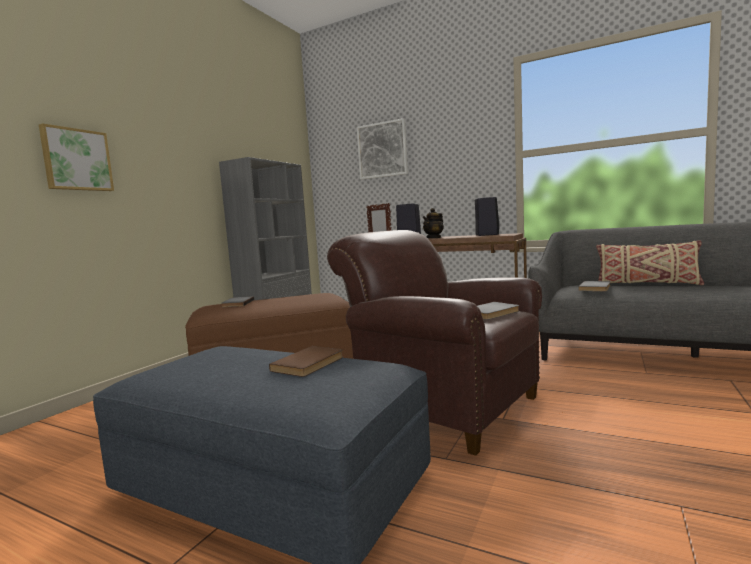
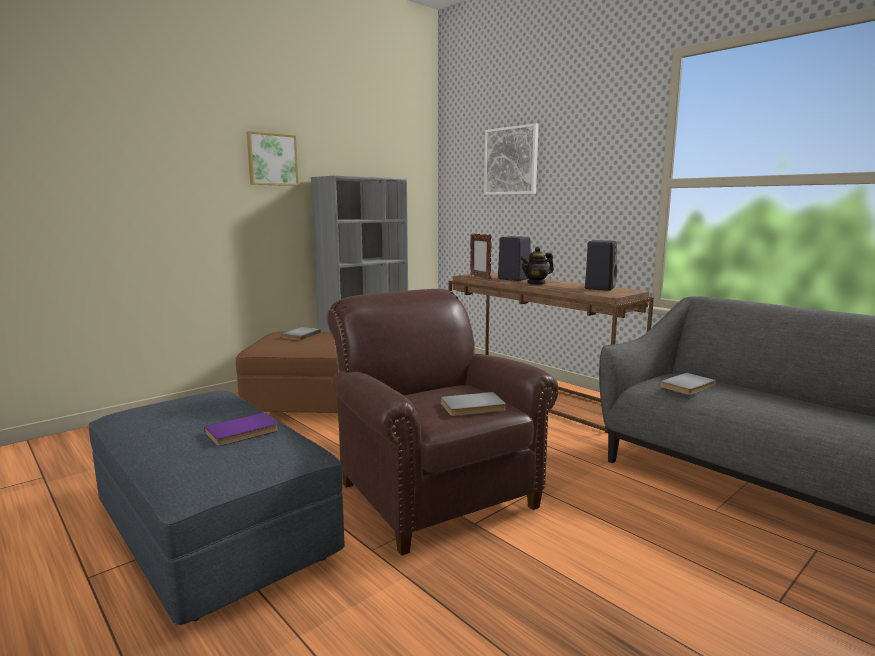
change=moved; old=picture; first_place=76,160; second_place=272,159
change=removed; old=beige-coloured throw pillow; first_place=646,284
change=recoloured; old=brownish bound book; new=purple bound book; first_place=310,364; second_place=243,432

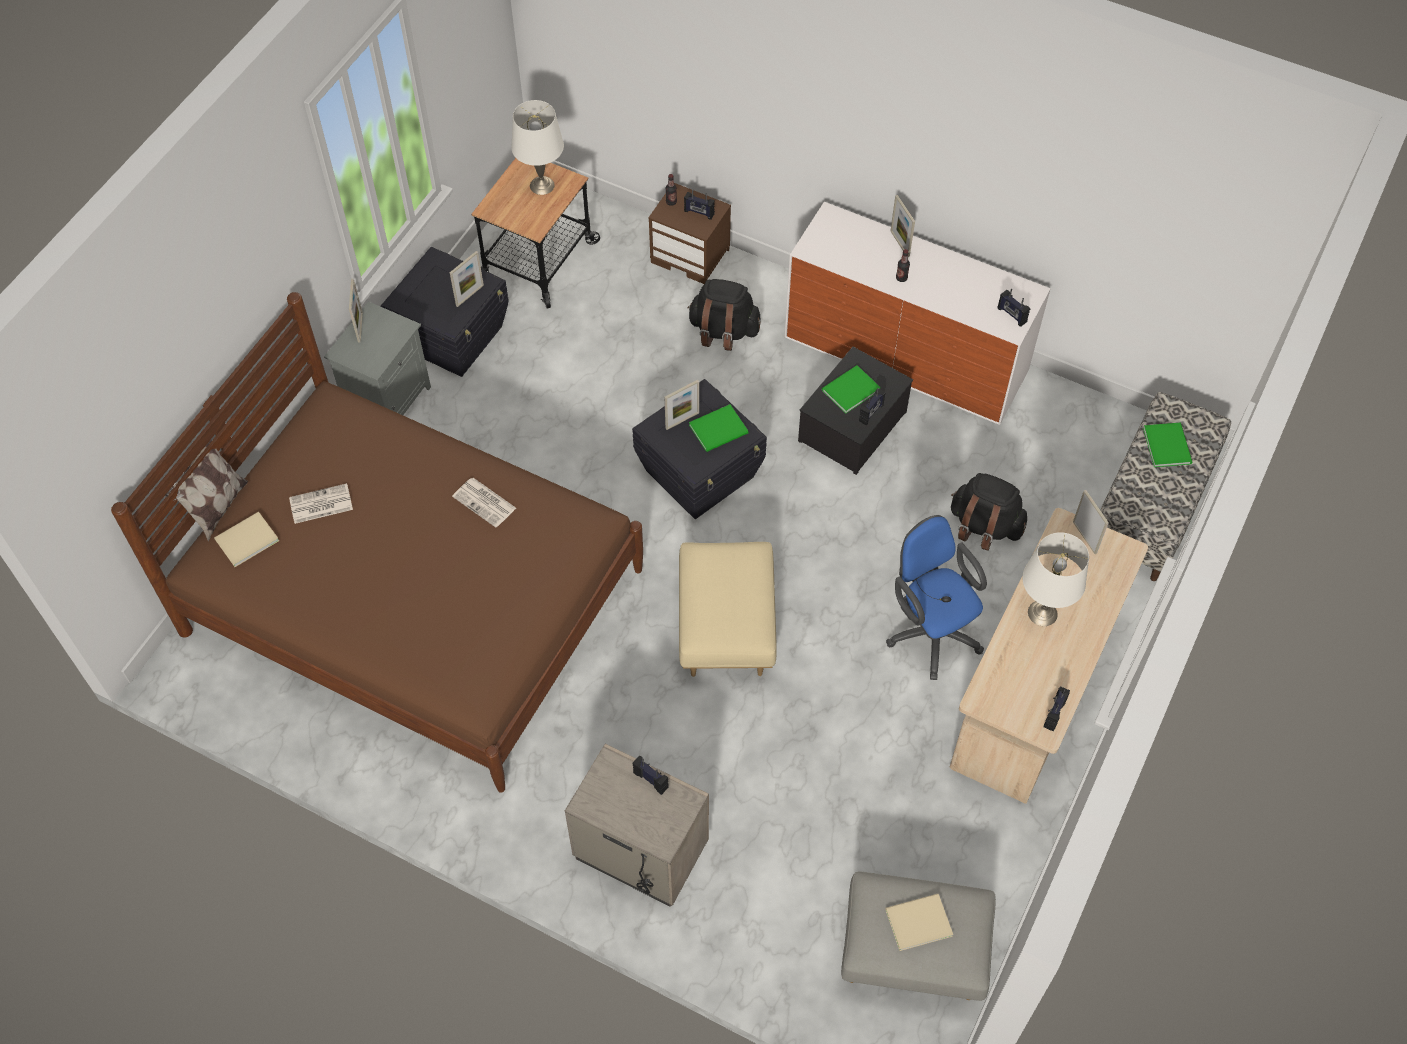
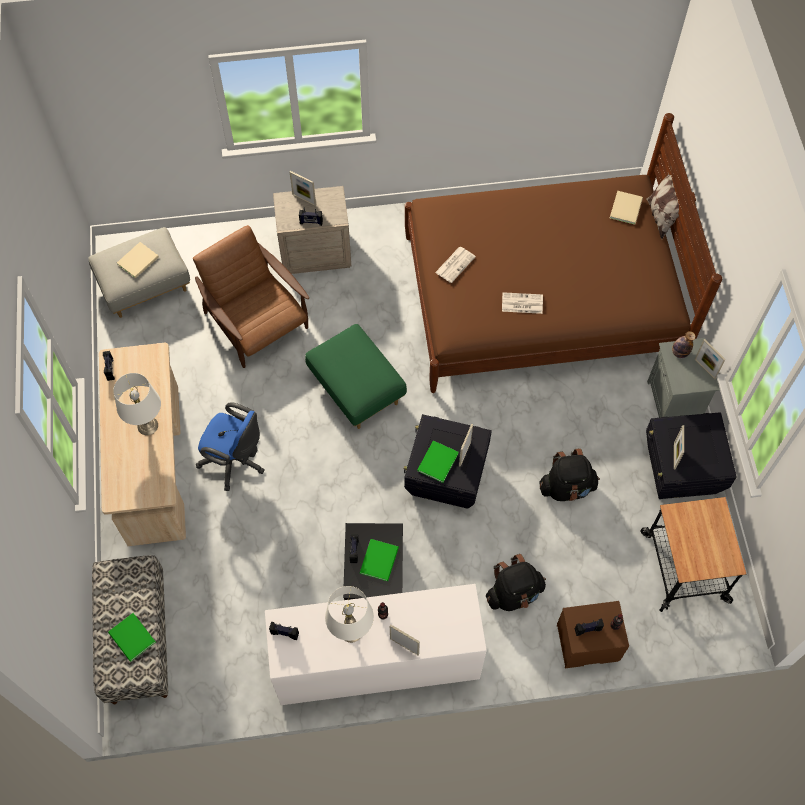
change=moved; old=white lamp for a table; first_place=541,185; second_place=351,631
change=moved; old=black-coloured knapsack; first_place=984,526; second_place=567,487
change=moved; old=daily paper; first_place=320,504; second_place=455,264
change=moved; old=photo frame; first_place=1084,537; second_place=304,200
change=recoloured; old=beige-coloured ottoman; new=green-coloured ottoman; first_place=727,628; second_place=356,390
change=added; new=brownish lounge chair; second_place=257,323
change=added; new=bottle; second_place=679,353

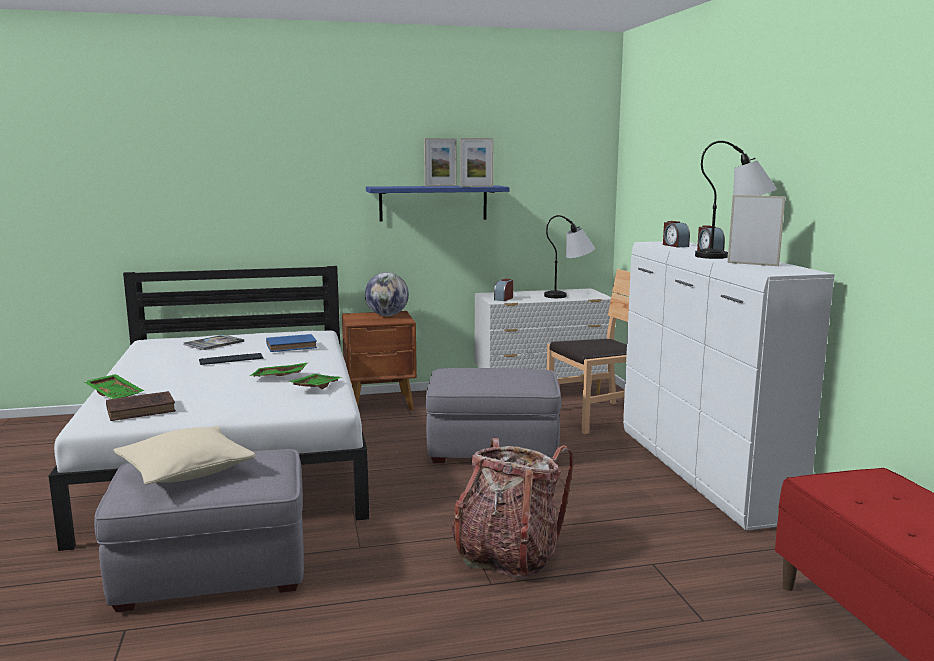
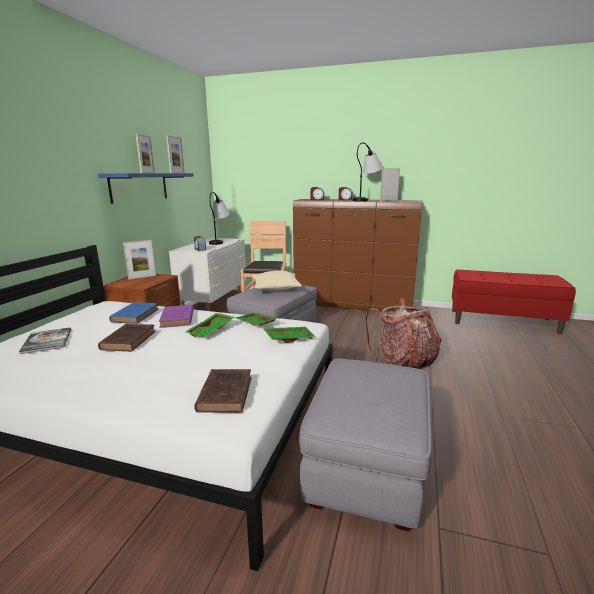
change=recoloured; old=white drawer chest; new=brownish drawer chest; first_place=700,474; second_place=353,306
change=replaced; old=globe; new=photo frame; first_place=387,315; second_place=142,277
change=replaced; old=keyboard; new=brownish bound book; first_place=231,360; second_place=129,340
change=moved; old=green-coloured tray; first_place=116,394; second_place=289,338
change=moved; old=beige-coloured throw pillow; first_place=186,471; second_place=276,288
change=added; new=purple bound book; second_place=177,319

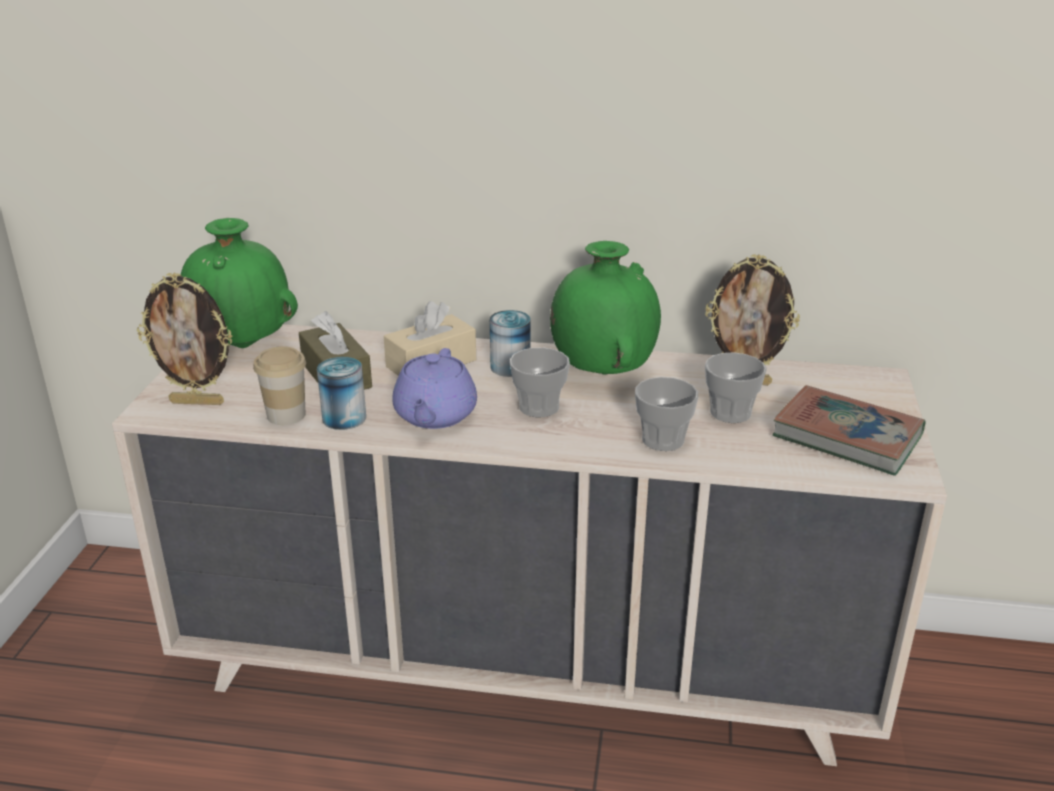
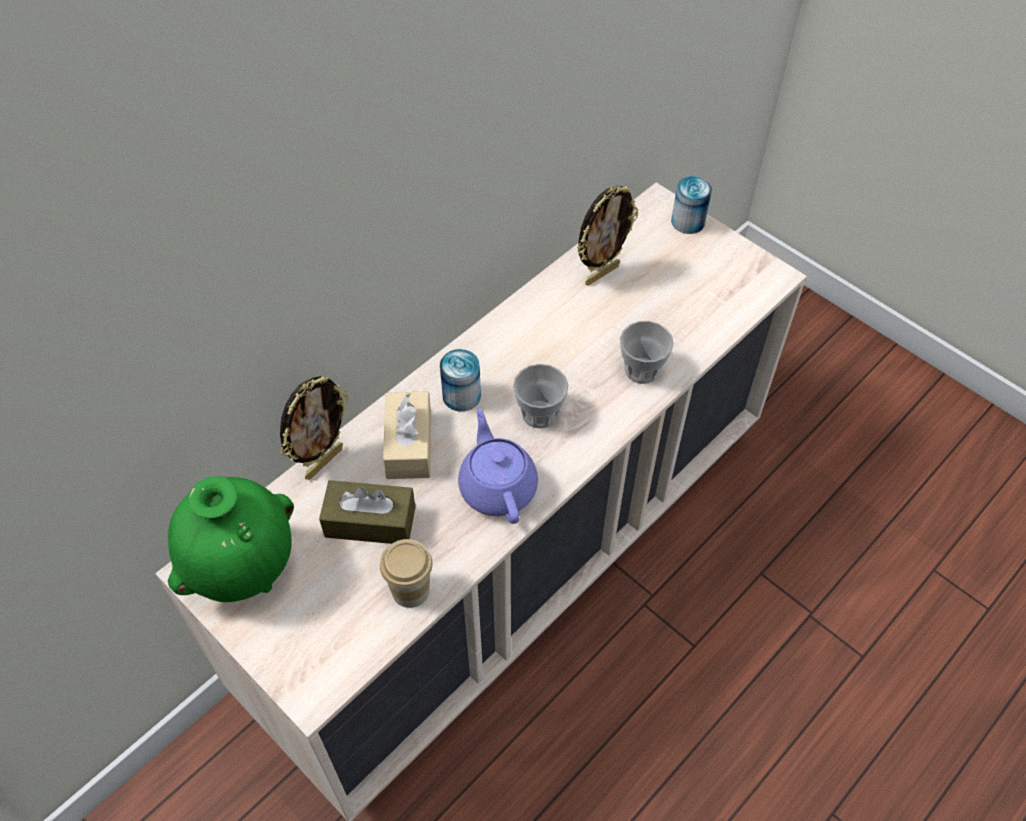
change=removed; old=green-coloured vase; first_place=602,373
change=moved; old=photo frame; first_place=198,402; second_place=323,462
change=turned; old=purple teapot; first_place=434,415; second_place=497,486; degrees=-150
change=removed; old=cup; first_place=730,413
change=moved; old=sealed can; first_place=344,418; second_place=688,221
change=removed; old=bound book; first_place=847,437

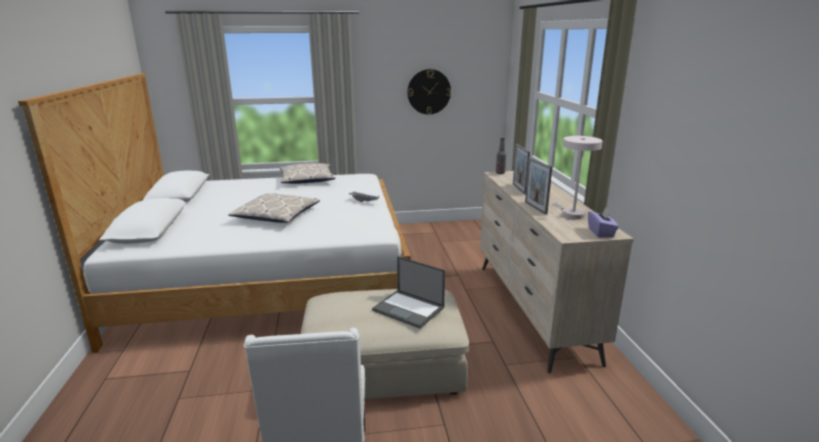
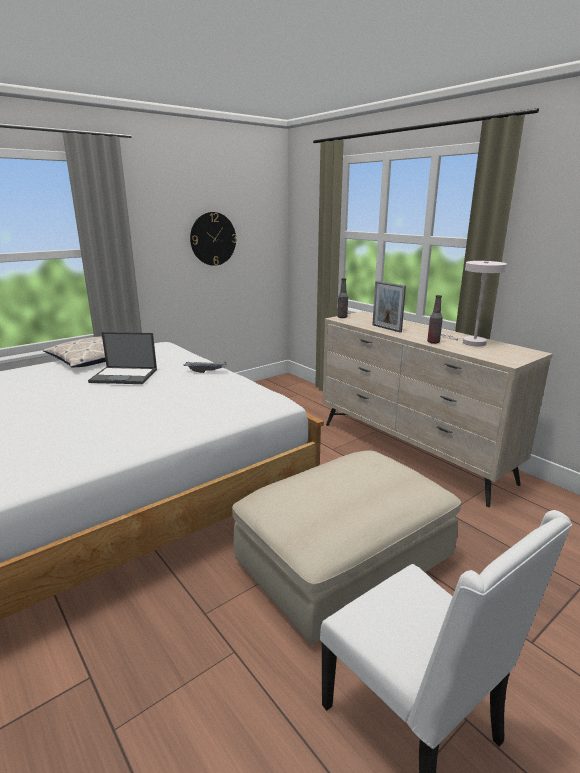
change=replaced; old=photo frame; new=bottle; first_place=535,208; second_place=433,342
change=removed; old=throw pillow; first_place=277,215
change=removed; old=purple tissue box; first_place=601,232
change=moved; old=notebook computer; first_place=409,309; second_place=125,376

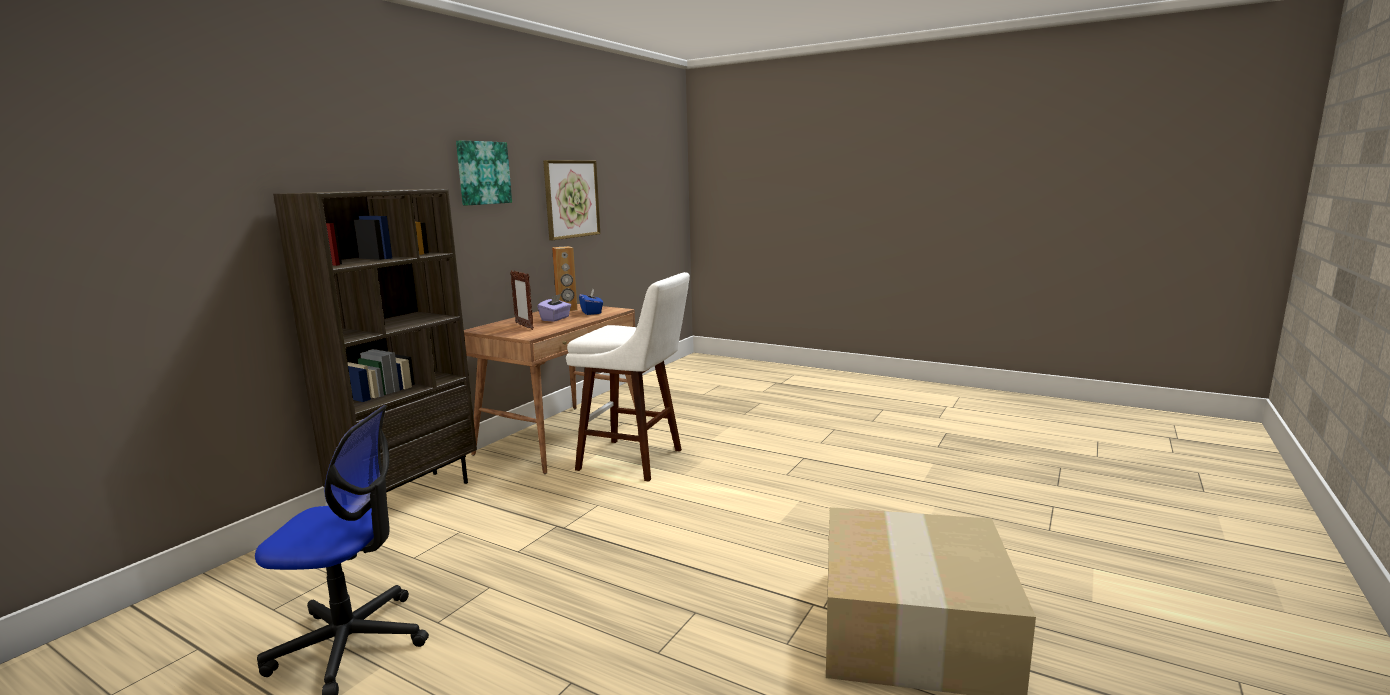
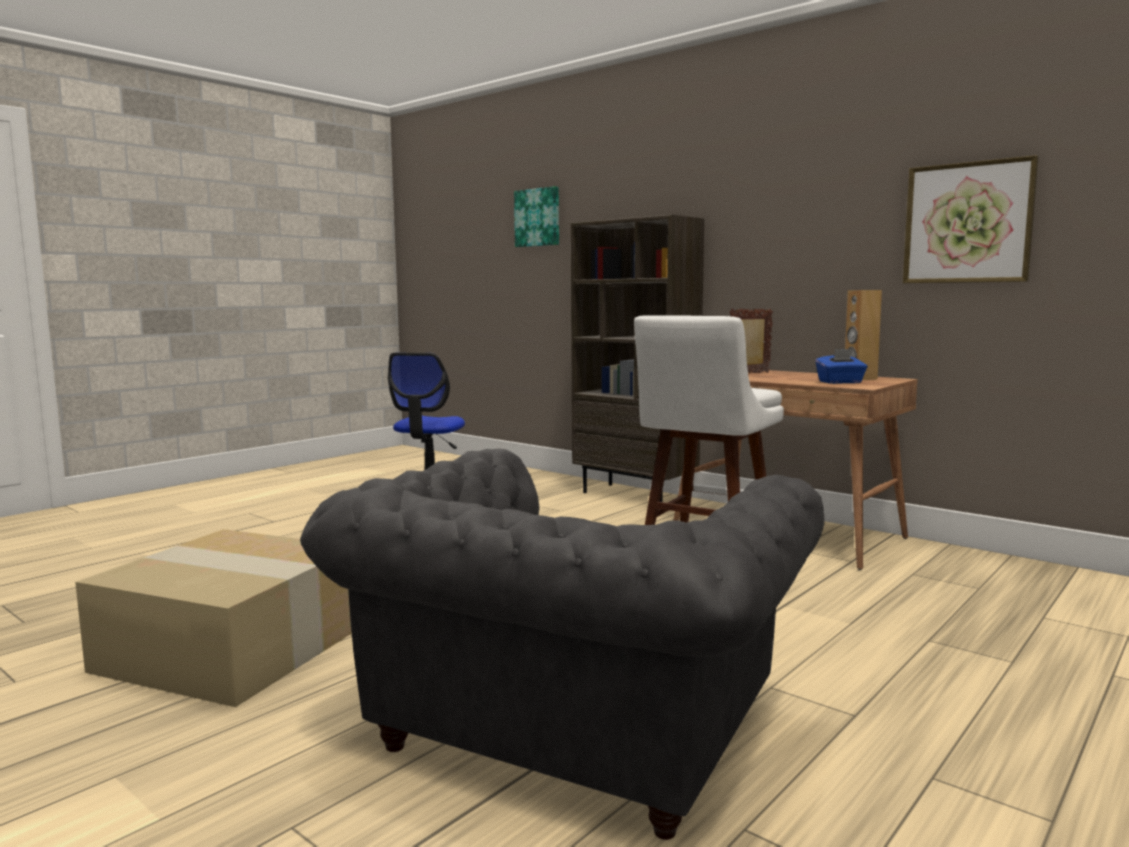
change=moved; old=picture; first_place=482,173; second_place=538,217
change=removed; old=purple tissue box; first_place=555,319
change=added; new=gray lounge chair; second_place=567,733

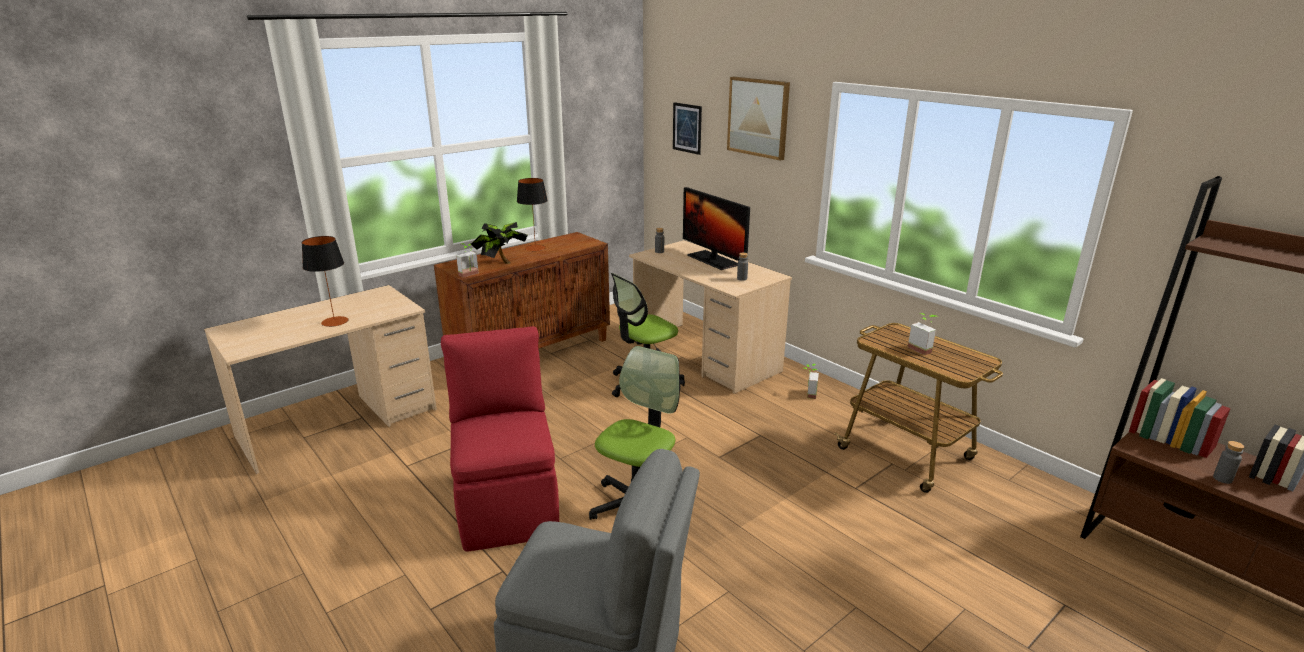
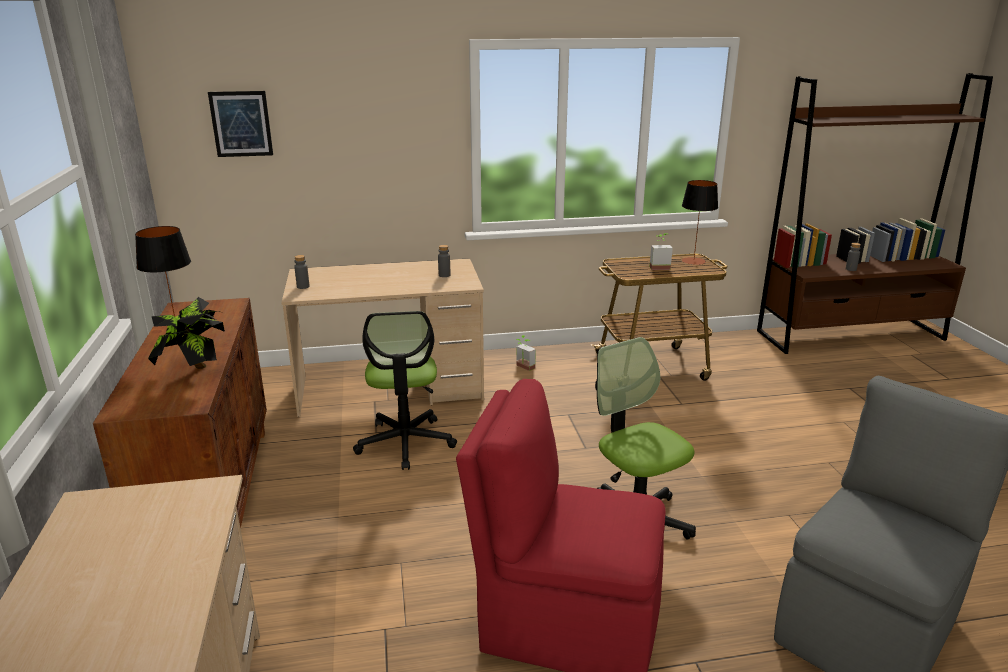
change=removed; old=picture; first_place=758,117
change=removed; old=computer screen; first_place=713,260
change=moved; old=lamp for a table; first_place=334,321; second_place=693,261
change=removed; old=houseplant; first_place=470,275

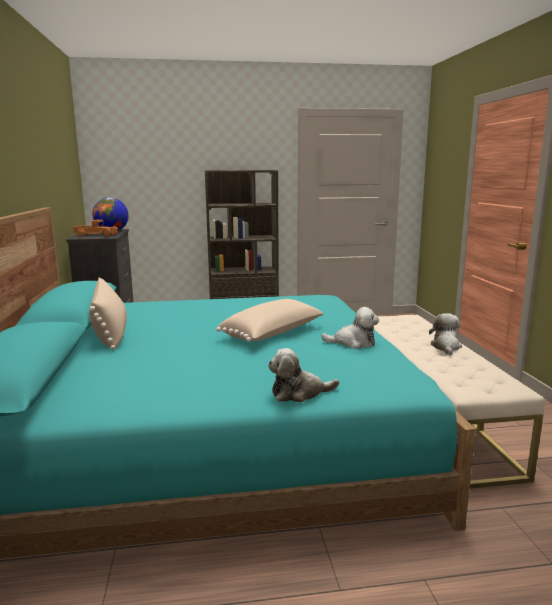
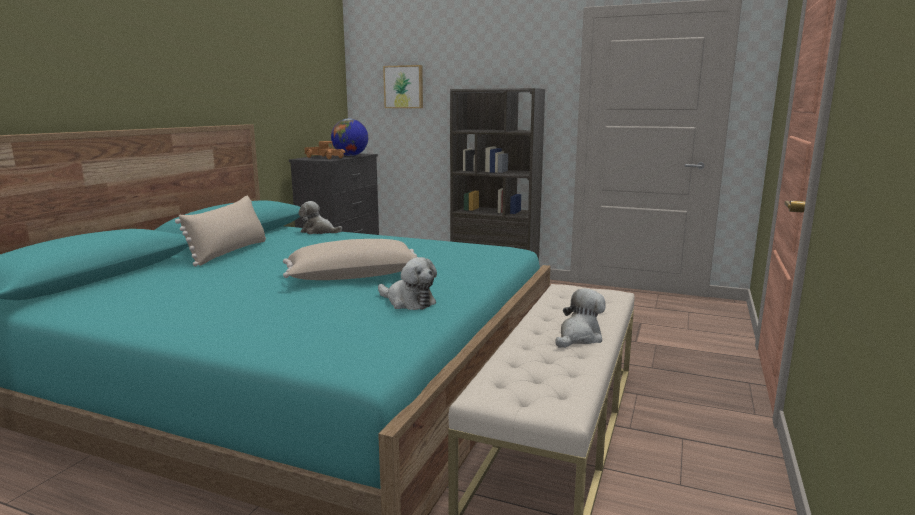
change=moved; old=soft toy; first_place=299,393; second_place=318,231
change=added; new=picture; second_place=404,87

